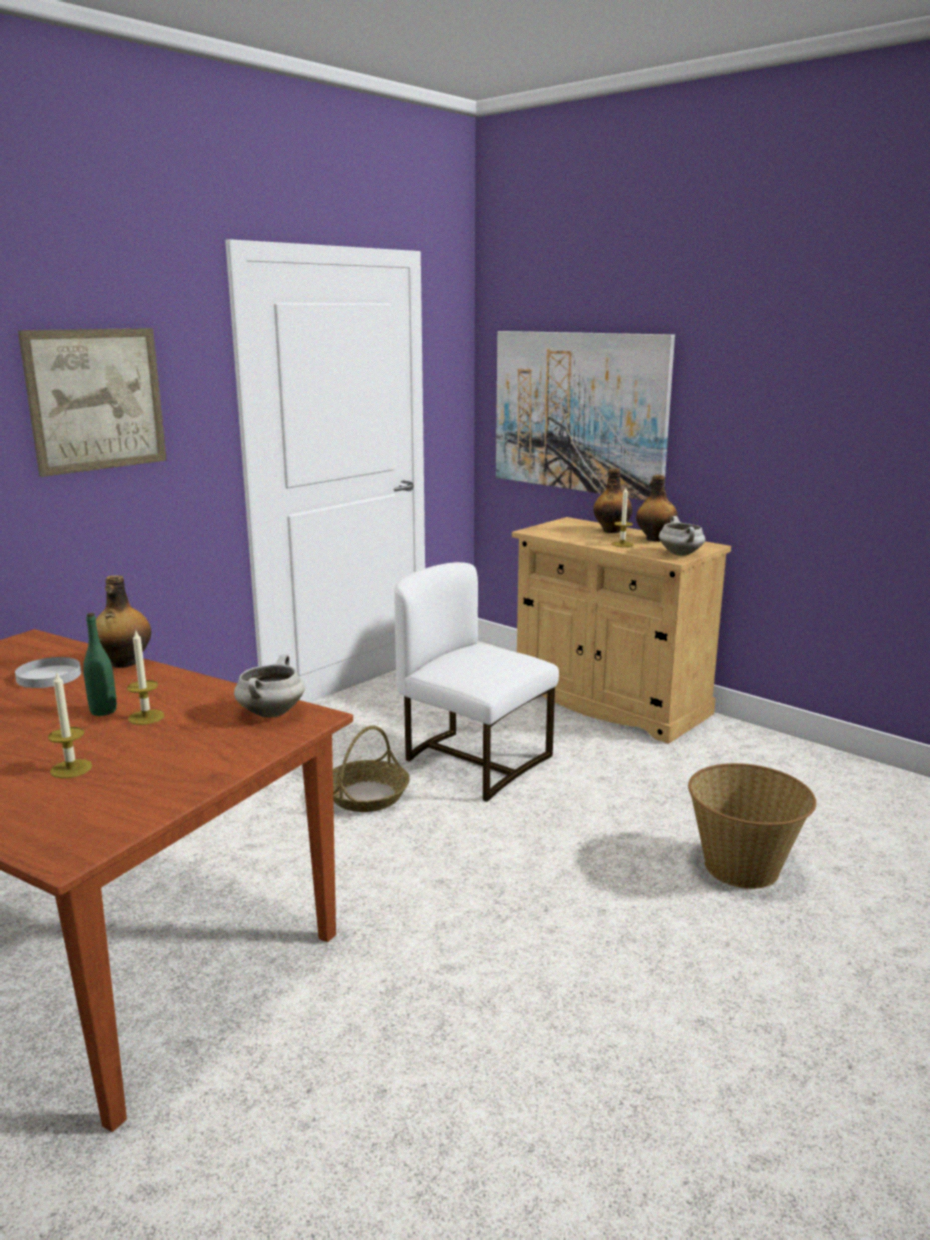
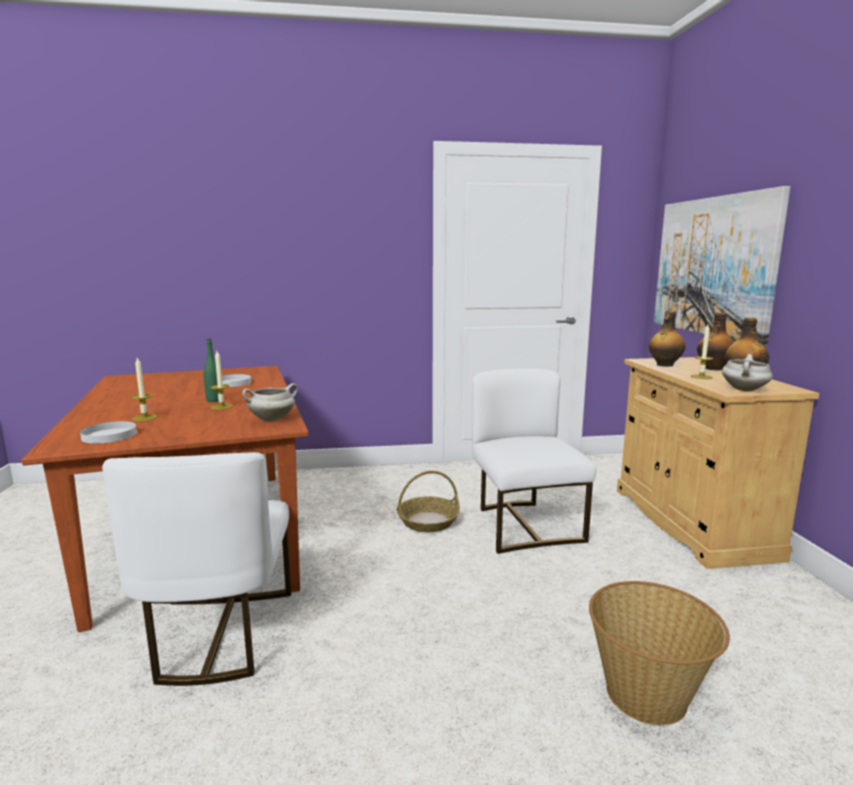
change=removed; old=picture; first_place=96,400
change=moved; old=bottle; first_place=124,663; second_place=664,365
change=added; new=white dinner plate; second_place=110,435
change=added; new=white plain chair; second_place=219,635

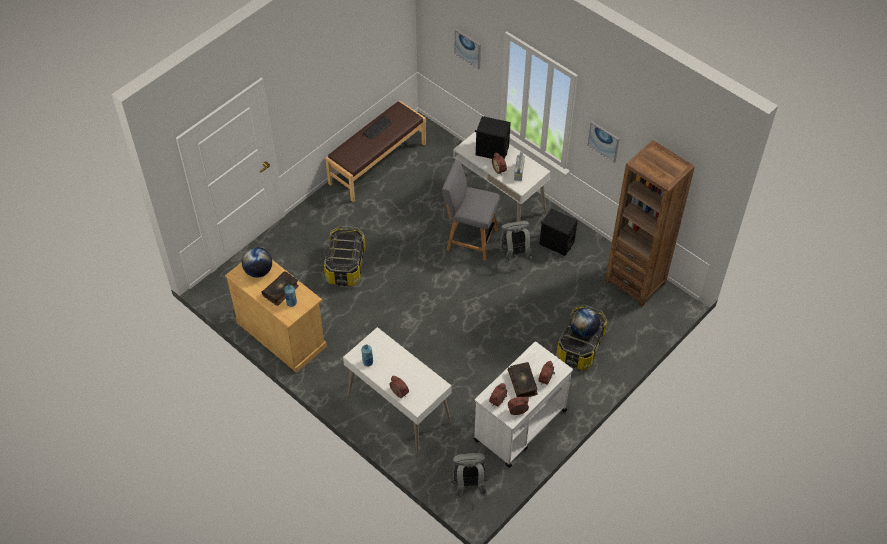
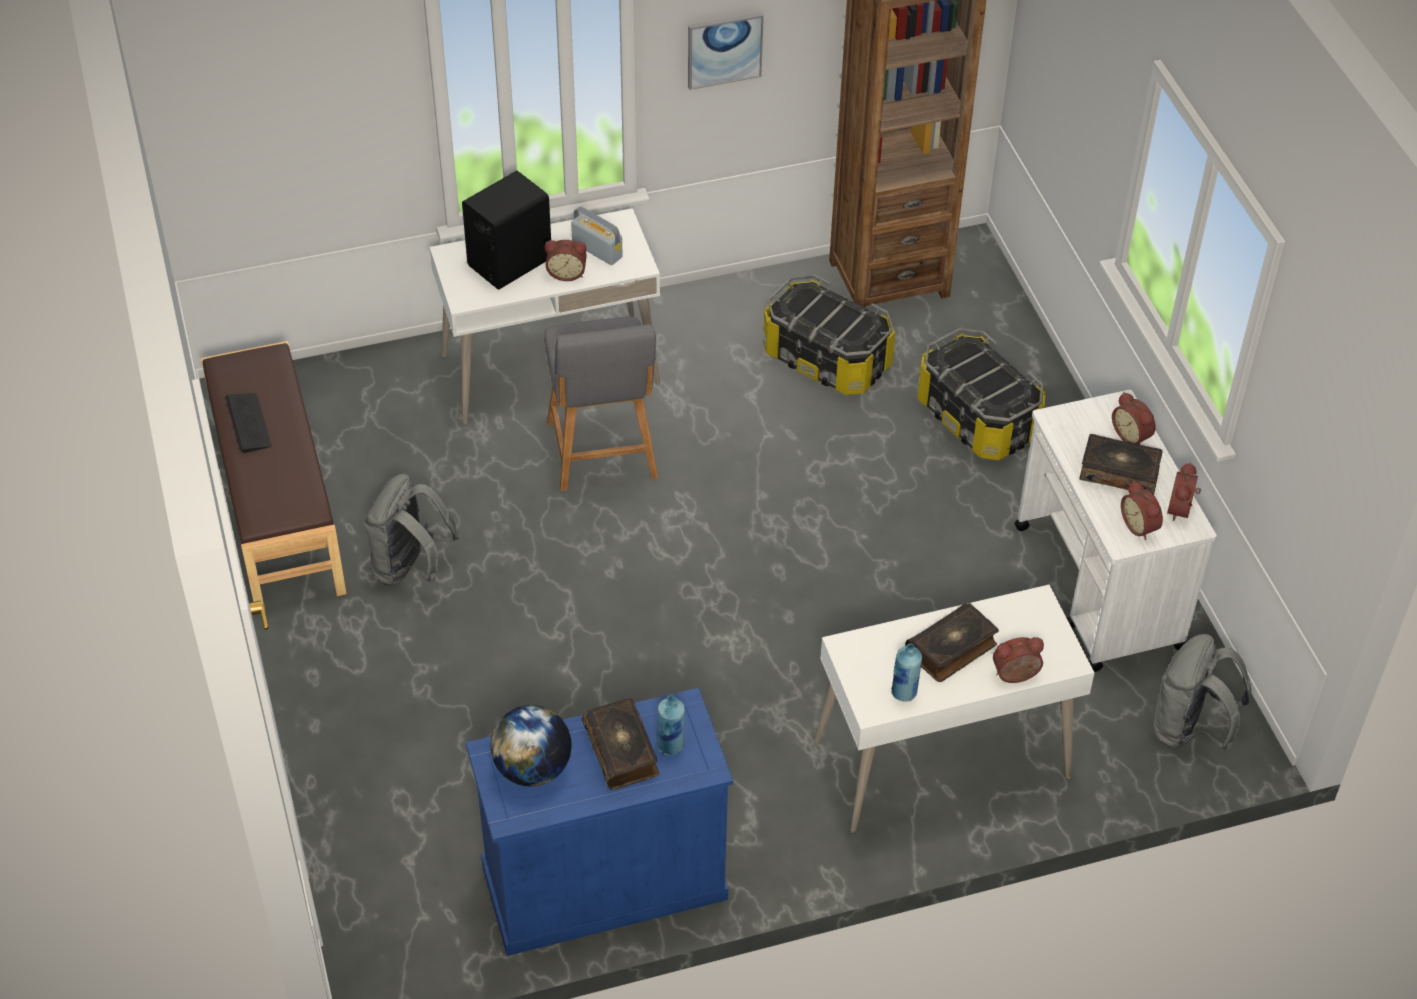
change=removed; old=picture; first_place=468,48
change=turned; old=gray plain chair; first_place=469,239; second_place=603,454; degrees=-60
change=removed; old=black-coloured audio speaker; first_place=556,243
change=moved; old=gray knapsack; first_place=514,254; second_place=410,568
change=moved; old=storage container; first_place=346,265; second_place=827,358
change=recoloured; old=beige-coloured storage cabinet; new=bluish storage cabinet; first_place=281,334; second_place=604,882
change=removed; old=globe; first_place=583,331
change=added; new=bound book; second_place=952,649

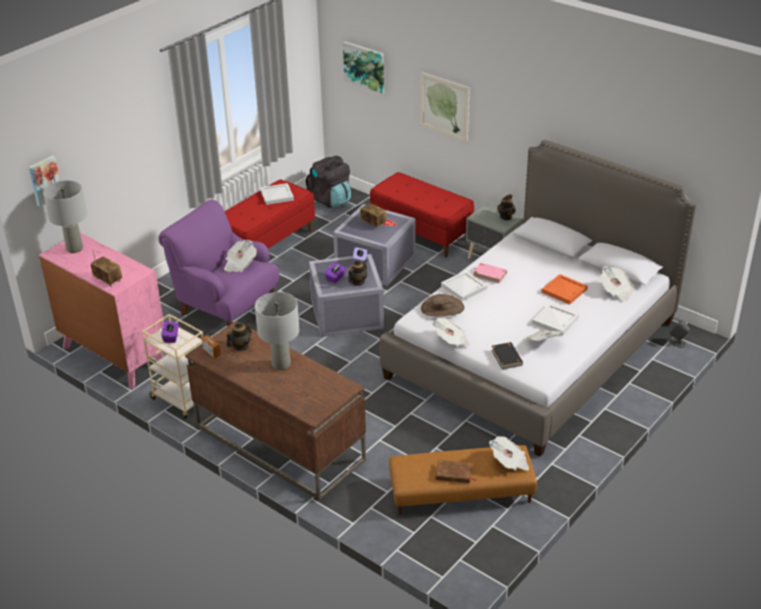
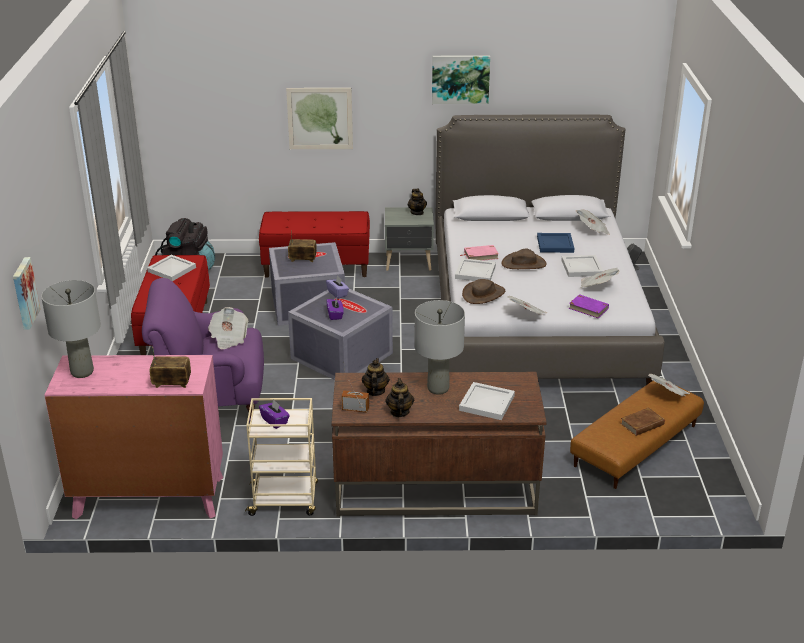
change=moved; old=picture; first_place=364,66; second_place=460,79
change=moved; old=teapot; first_place=358,282; second_place=399,412
change=recoloured; old=orangey tray; new=bluish tray; first_place=564,291; second_place=555,245
change=recoloured; old=black-coloured bound book; new=purple bound book; first_place=507,357; second_place=588,308
change=added; new=brownish clothing hat; second_place=523,264
change=added; new=white tray; second_place=486,403

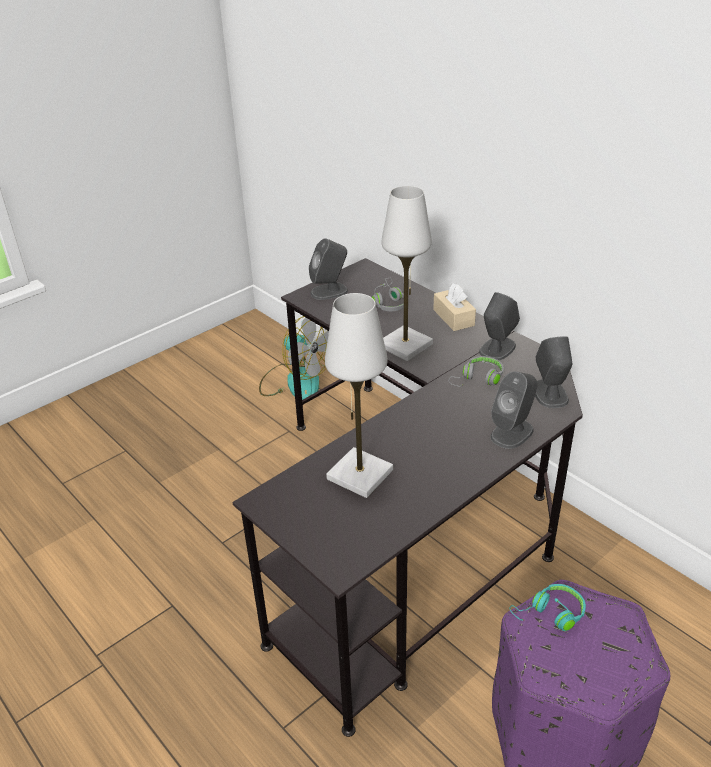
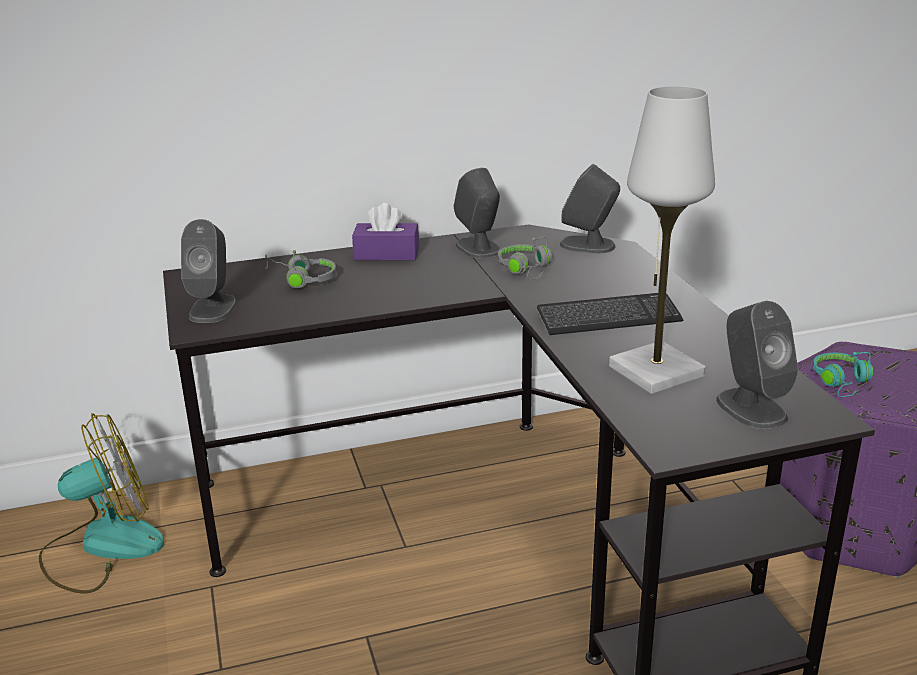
change=removed; old=white lamp for a table; first_place=405,345
change=recoloured; old=beige-coloured tissue box; new=purple tissue box; first_place=453,317; second_place=386,254
change=moved; old=gray audio speaker; first_place=512,433; second_place=750,408
change=added; new=keyboard; second_place=608,317

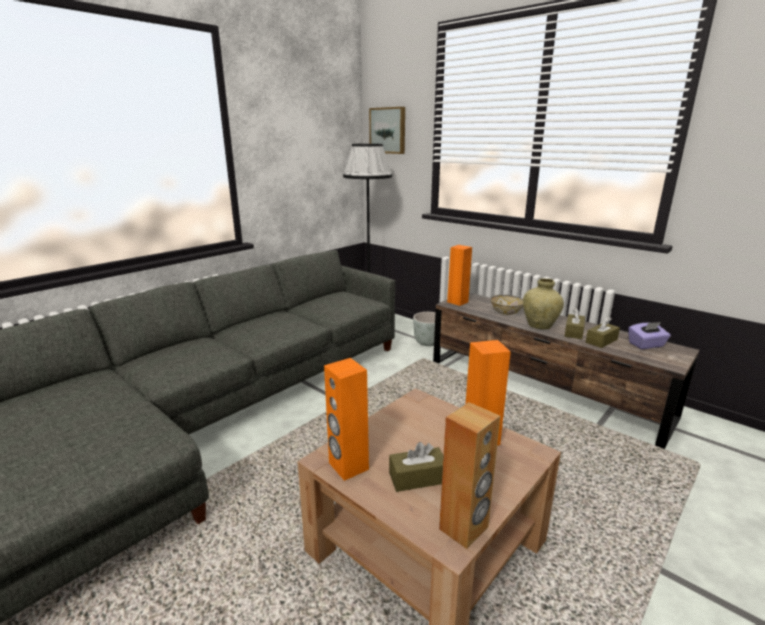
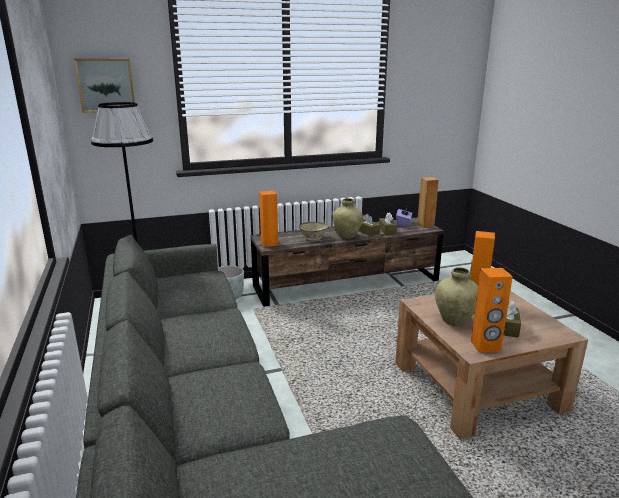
change=moved; old=brownish audio speaker; first_place=464,528; second_place=425,225
change=added; new=beige-coloured vase; second_place=454,320

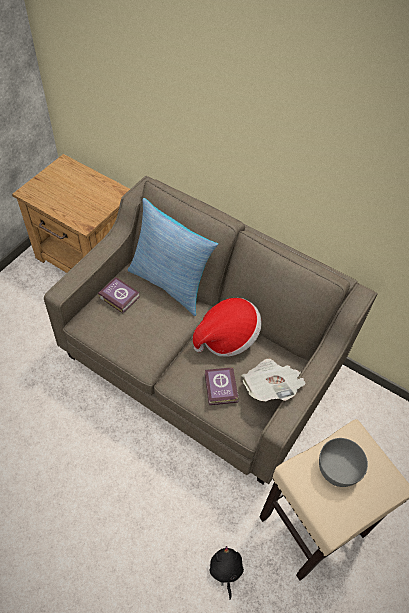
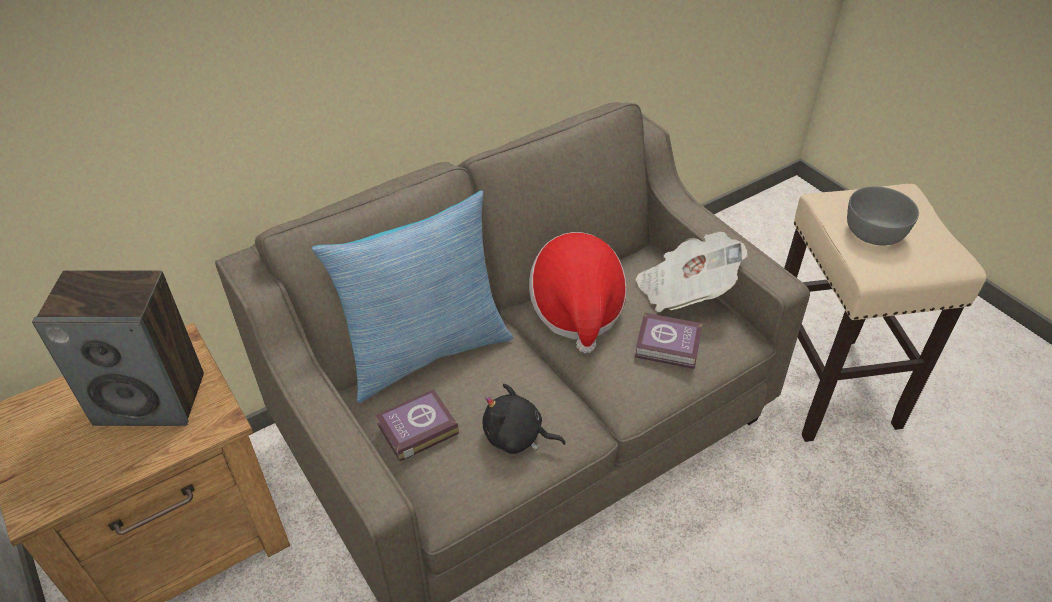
change=moved; old=black-coloured soft toy; first_place=225,570; second_place=517,437
change=added; new=audio speaker; second_place=151,398

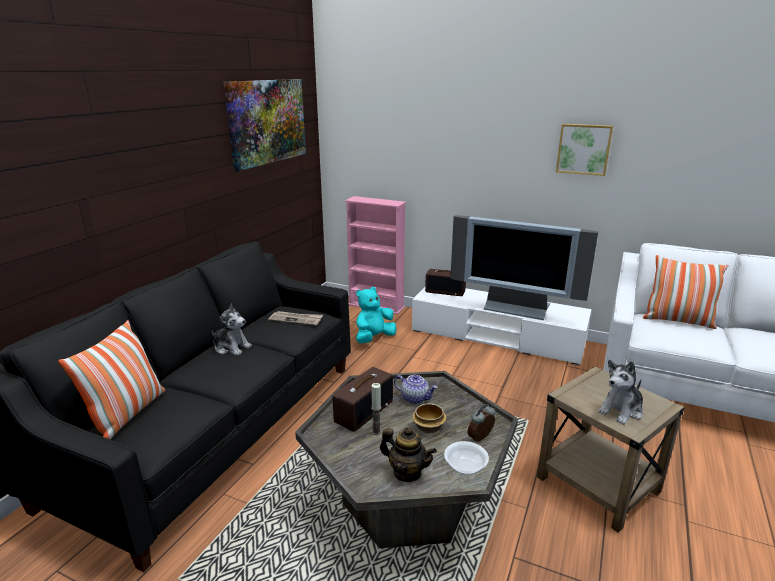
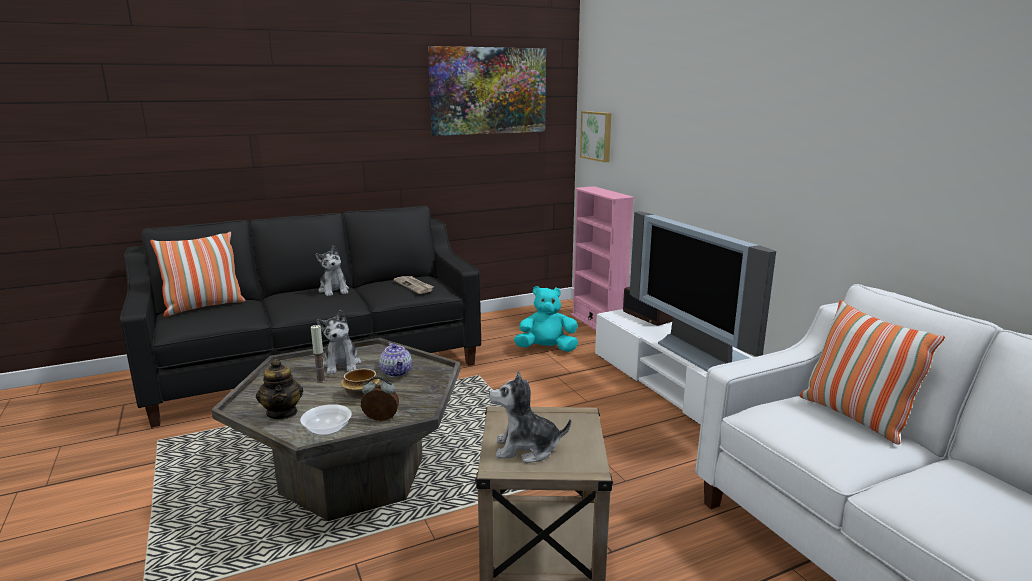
change=moved; old=picture; first_place=583,149; second_place=597,136
change=replaced; old=radio; new=soft toy; first_place=363,411; second_place=342,365

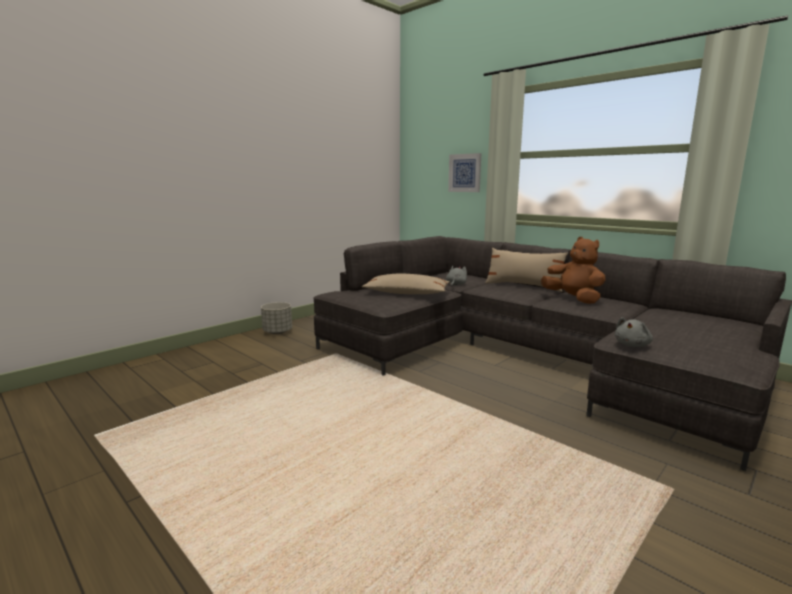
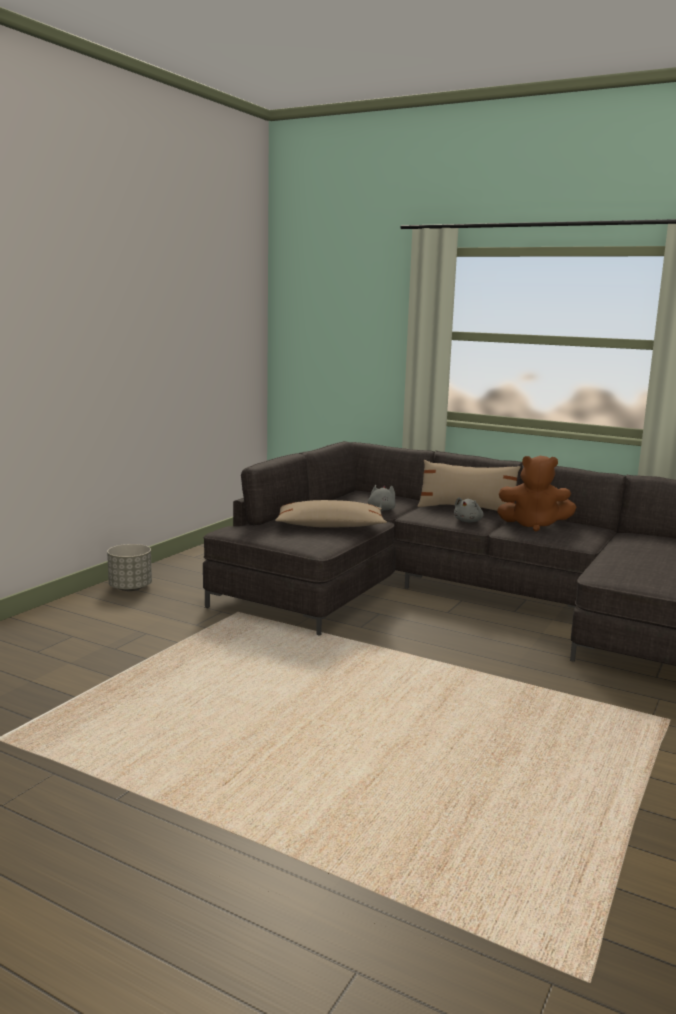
change=removed; old=picture; first_place=465,173
change=turned; old=brownish soft toy; first_place=573,299; second_place=533,525; degrees=150
change=moved; old=gray soft toy; first_place=632,345; second_place=468,521

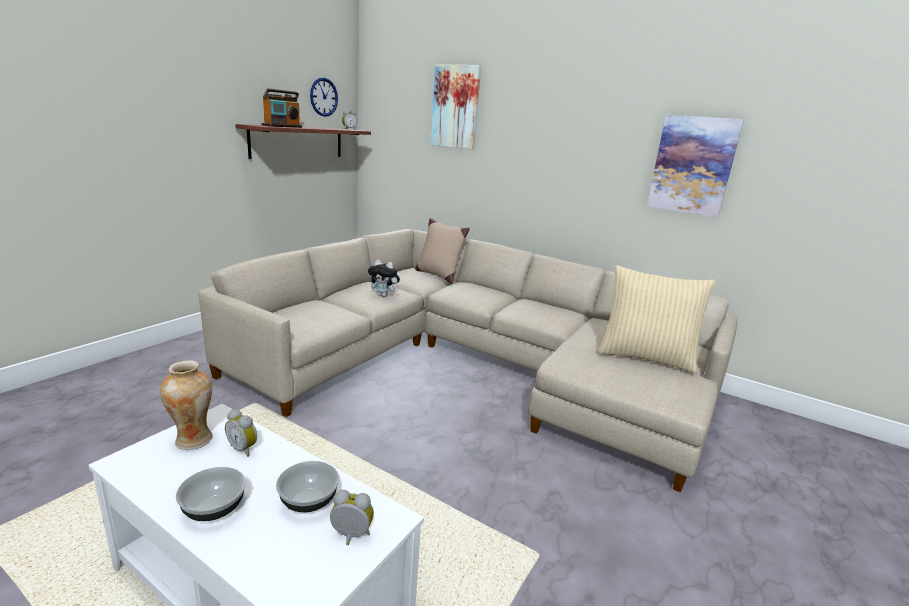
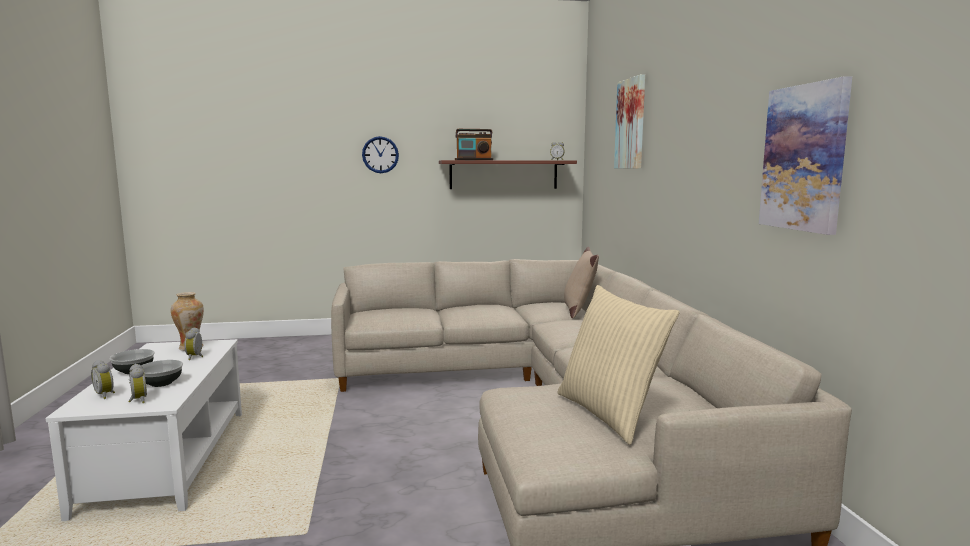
change=moved; old=hanging clock; first_place=323,97; second_place=380,155
change=removed; old=soft toy; first_place=384,295
change=added; new=alarm clock; second_place=106,395

